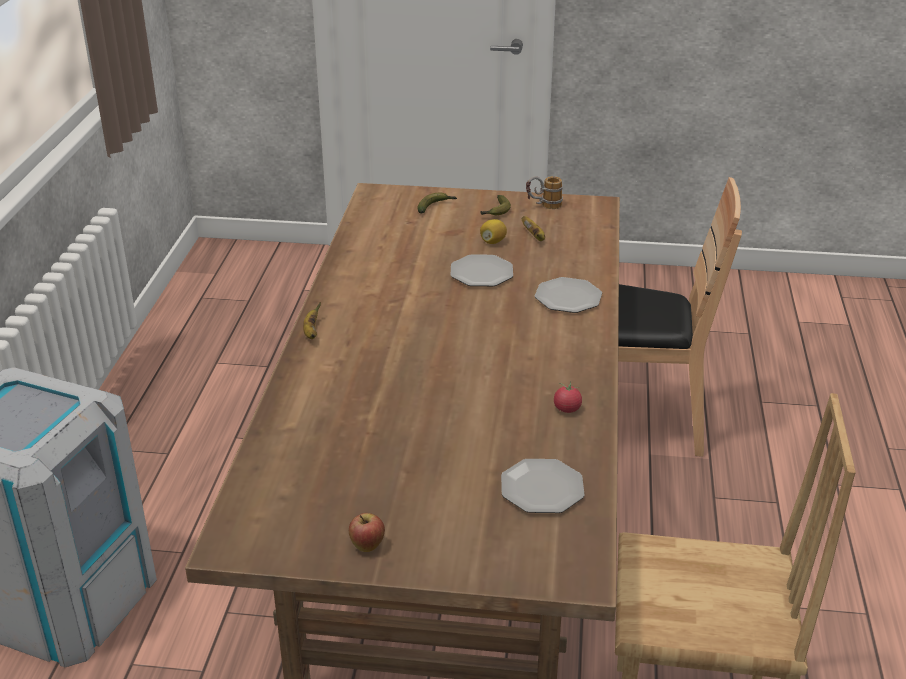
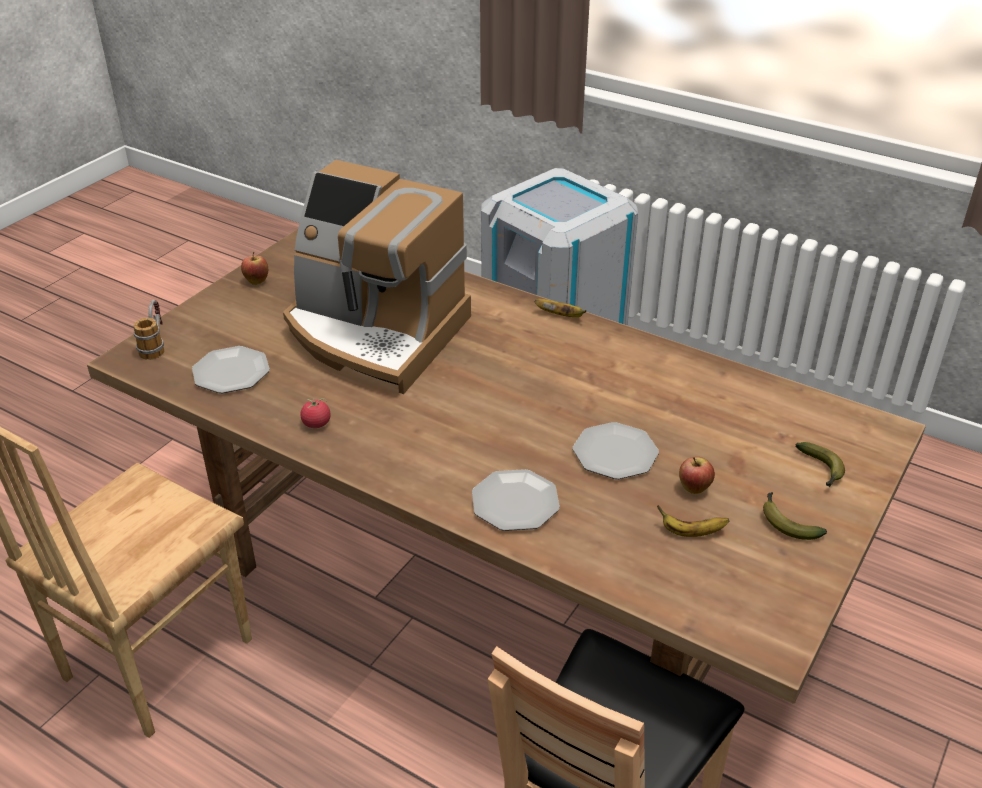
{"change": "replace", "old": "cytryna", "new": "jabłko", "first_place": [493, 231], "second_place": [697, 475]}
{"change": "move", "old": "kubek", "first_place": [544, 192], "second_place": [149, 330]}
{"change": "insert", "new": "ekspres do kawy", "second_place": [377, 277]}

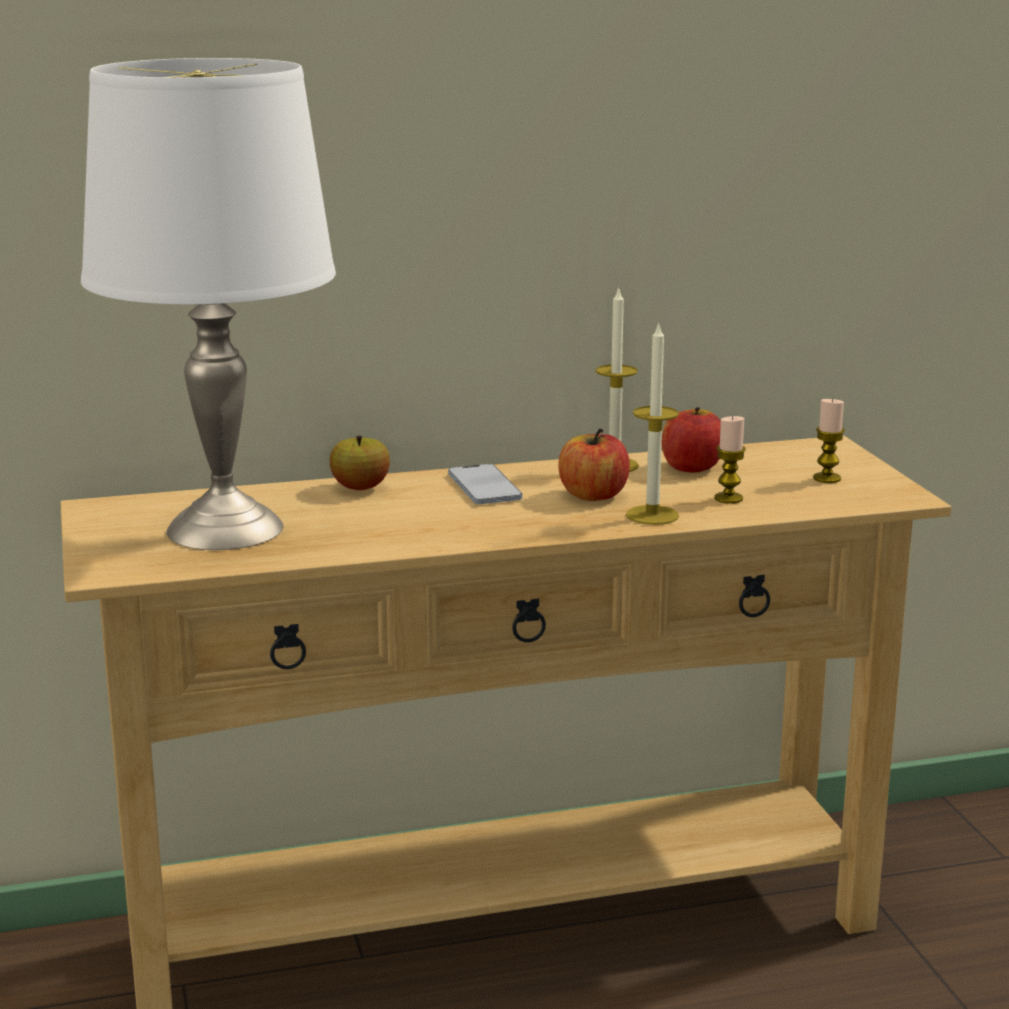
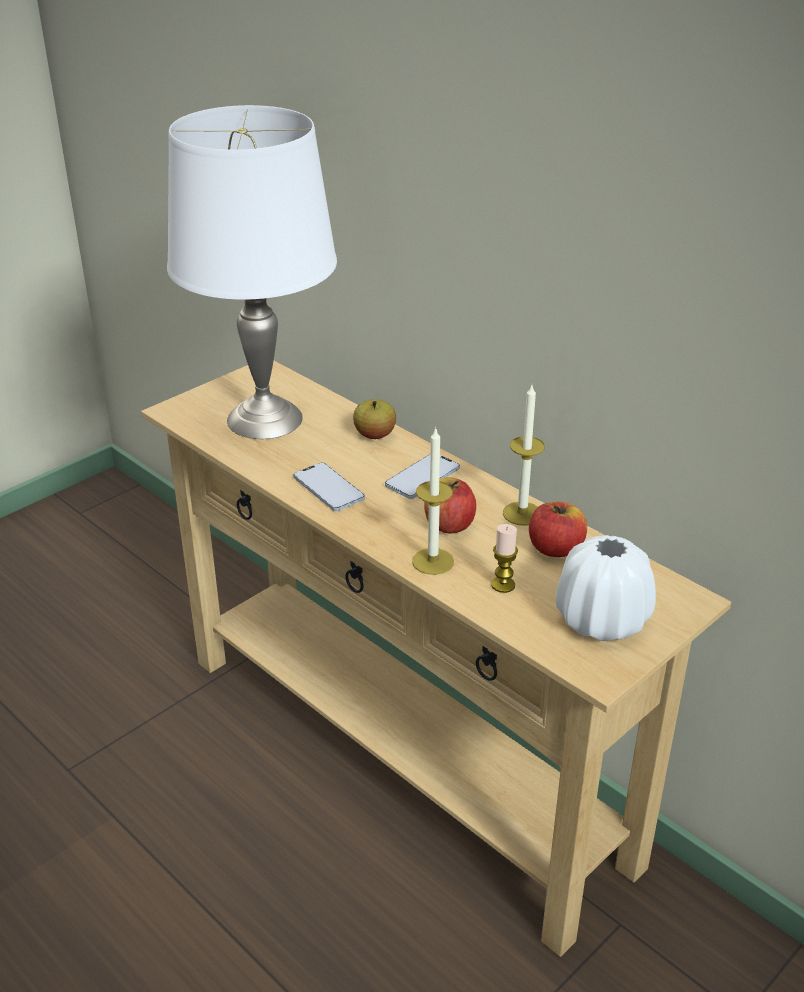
{"change": "replace", "old": "świeca", "new": "wazon/biały", "first_place": [829, 440], "second_place": [606, 588]}
{"change": "insert", "new": "telefon", "second_place": [329, 486]}

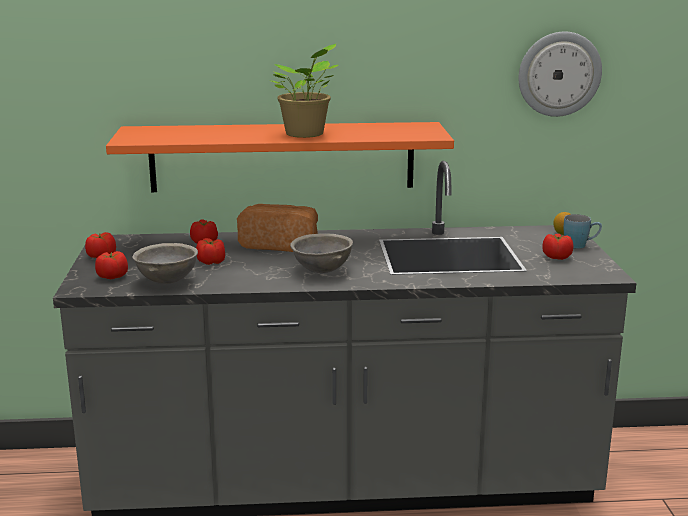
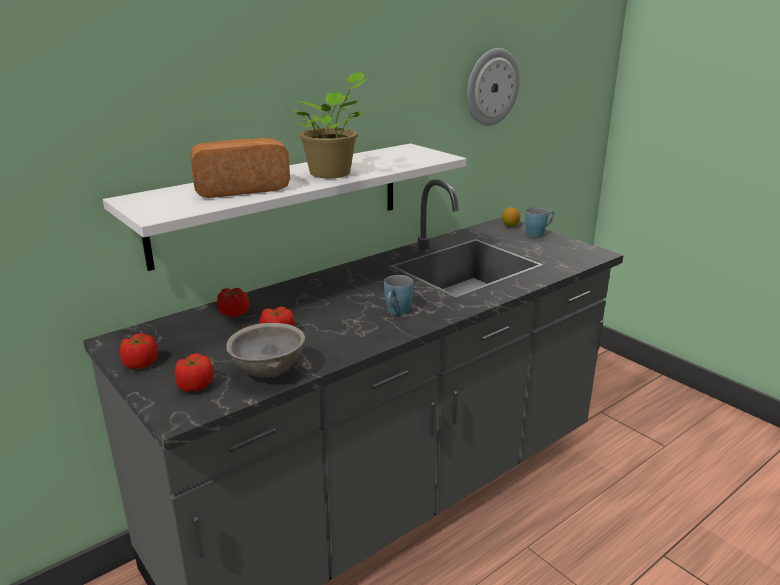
{"change": "recolor", "old": "półka/pomarańczowy", "new": "półka/biały", "first_place": [280, 157], "second_place": [285, 207]}
{"change": "move", "old": "chleb", "first_place": [277, 228], "second_place": [240, 168]}
{"change": "replace", "old": "miska/szary", "new": "kubek/niebieski", "first_place": [321, 253], "second_place": [399, 295]}
{"change": "delete", "old": "pomidor", "first_place": [557, 247]}

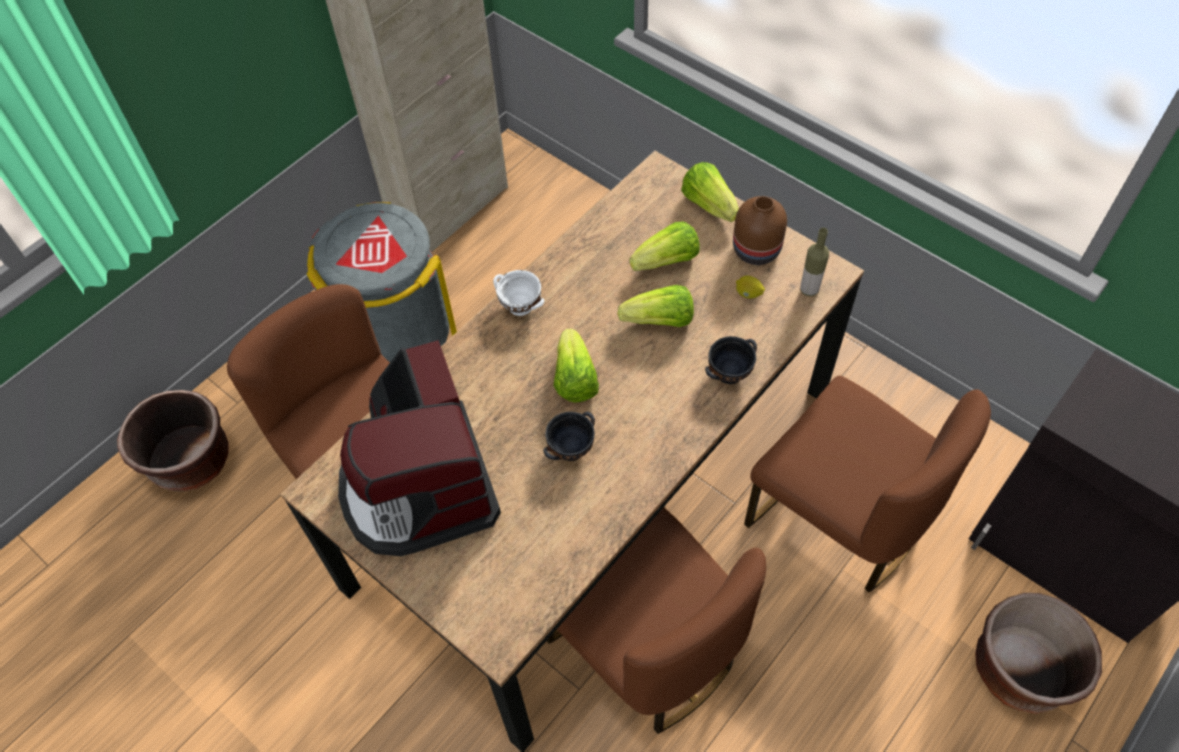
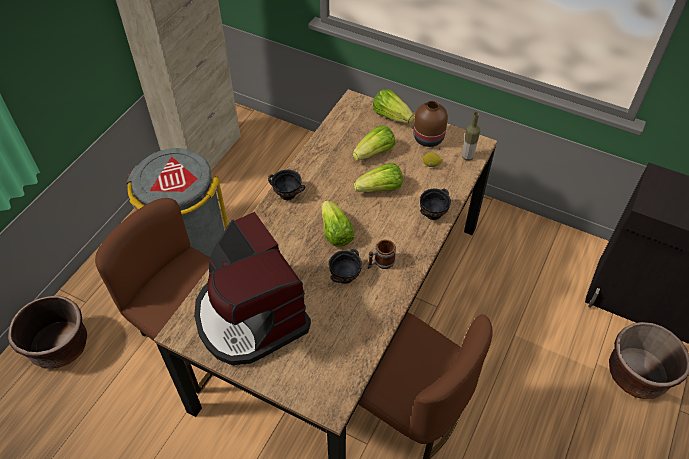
{"change": "recolor", "old": "miska/biały", "new": "miska/czarny", "first_place": [519, 293], "second_place": [286, 185]}
{"change": "delete", "old": "krzesło/brązowy", "first_place": [867, 484]}
{"change": "insert", "new": "kubek", "second_place": [382, 254]}

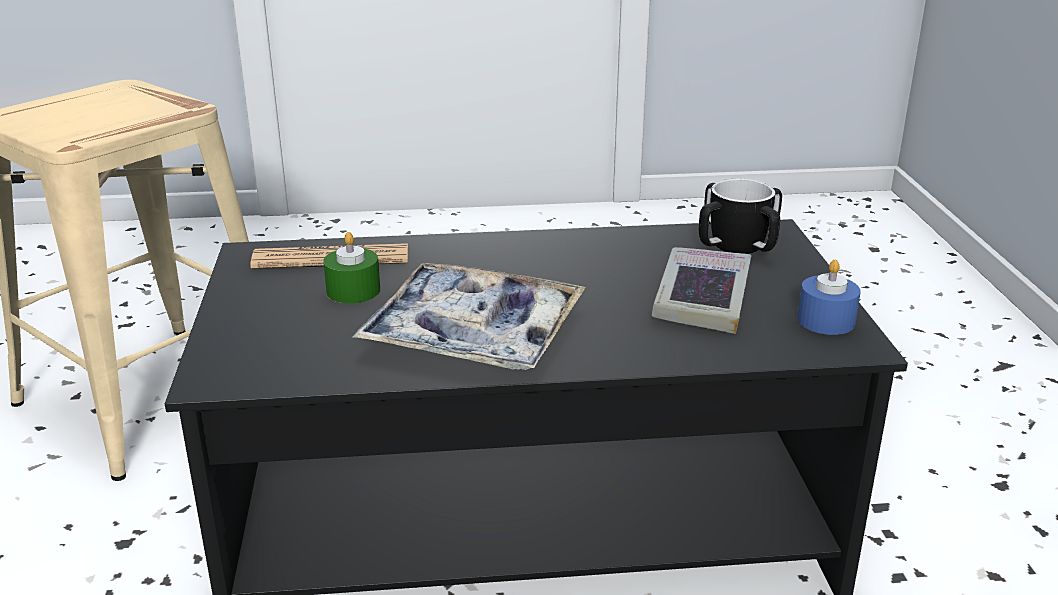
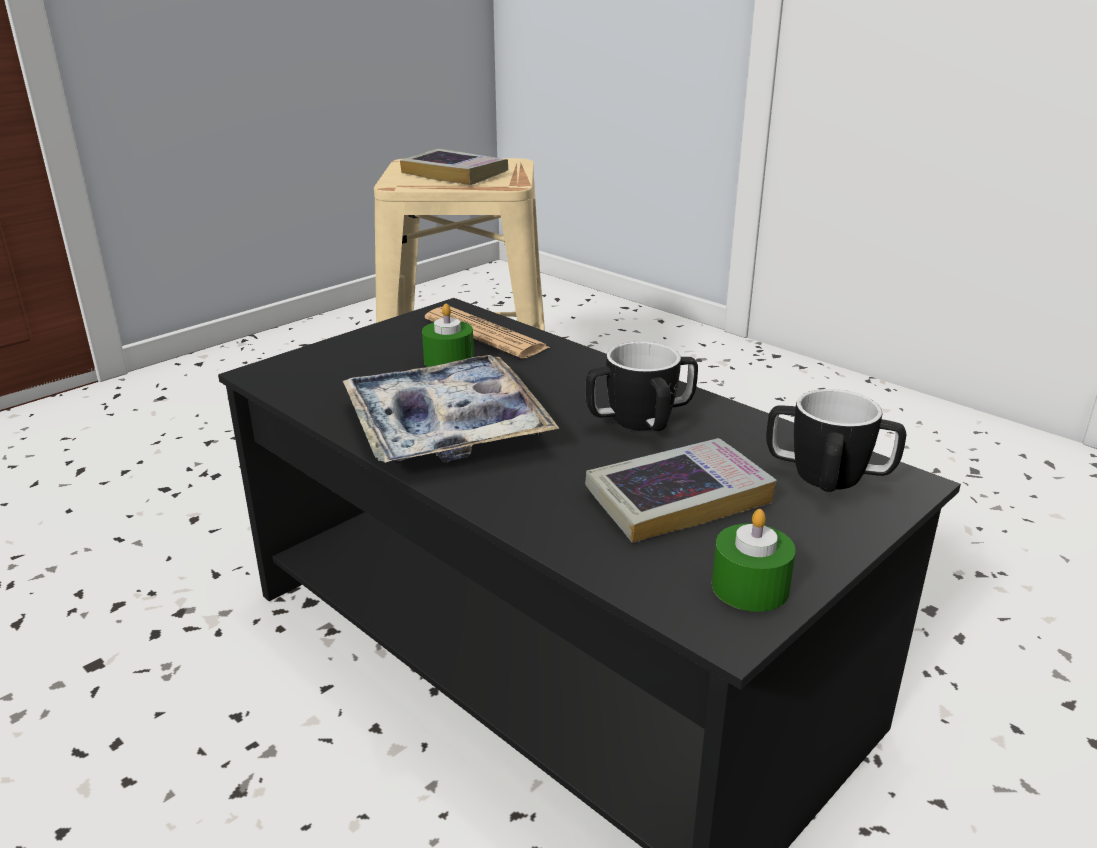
{"change": "recolor", "old": "świeca/niebieski", "new": "świeca/zielony", "first_place": [829, 297], "second_place": [754, 560]}
{"change": "insert", "new": "książka", "second_place": [454, 167]}
{"change": "insert", "new": "kubek", "second_place": [641, 386]}

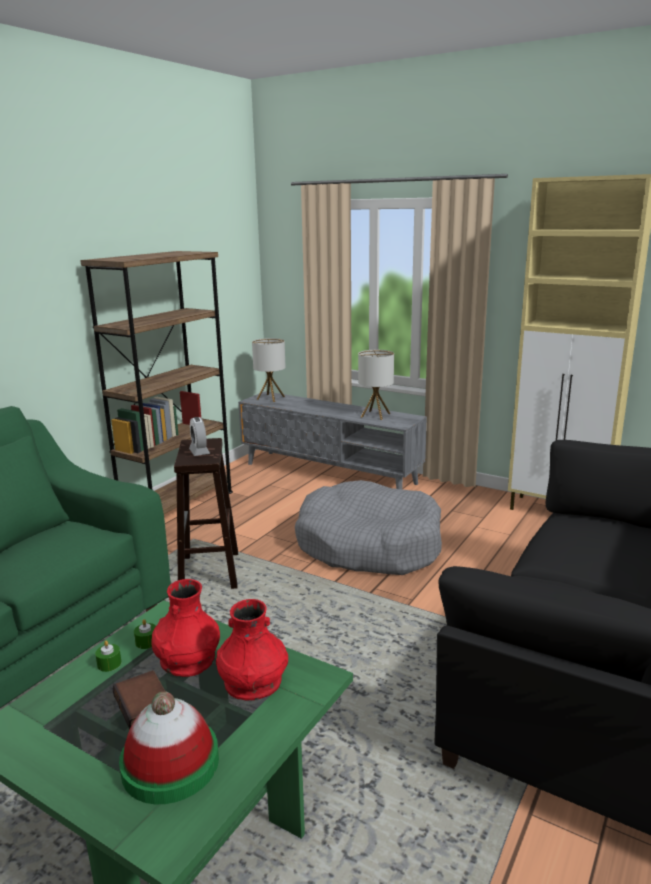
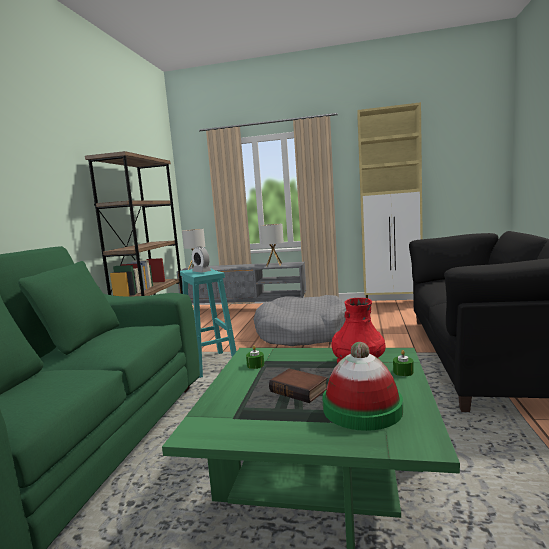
{"change": "move", "old": "świeca/zielony", "first_place": [108, 656], "second_place": [403, 363]}
{"change": "delete", "old": "wazon/czerwony", "first_place": [185, 628]}
{"change": "recolor", "old": "stołek/brązowy", "new": "stołek/turkusowy", "first_place": [206, 513], "second_place": [208, 323]}

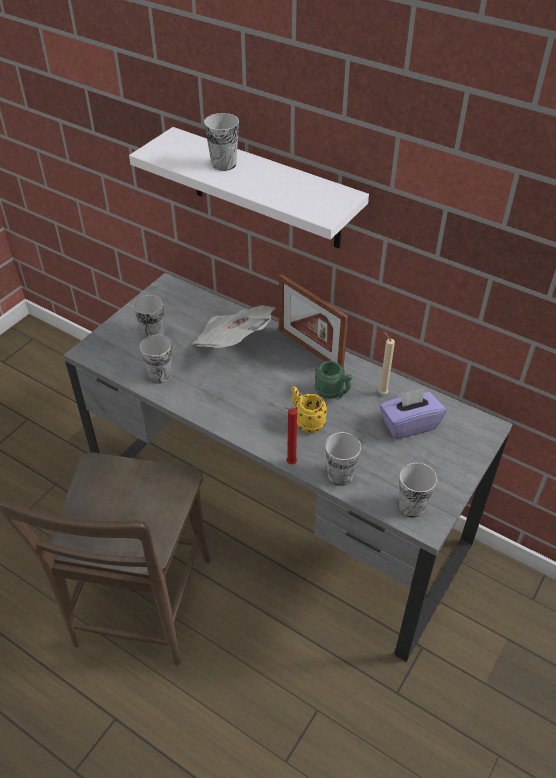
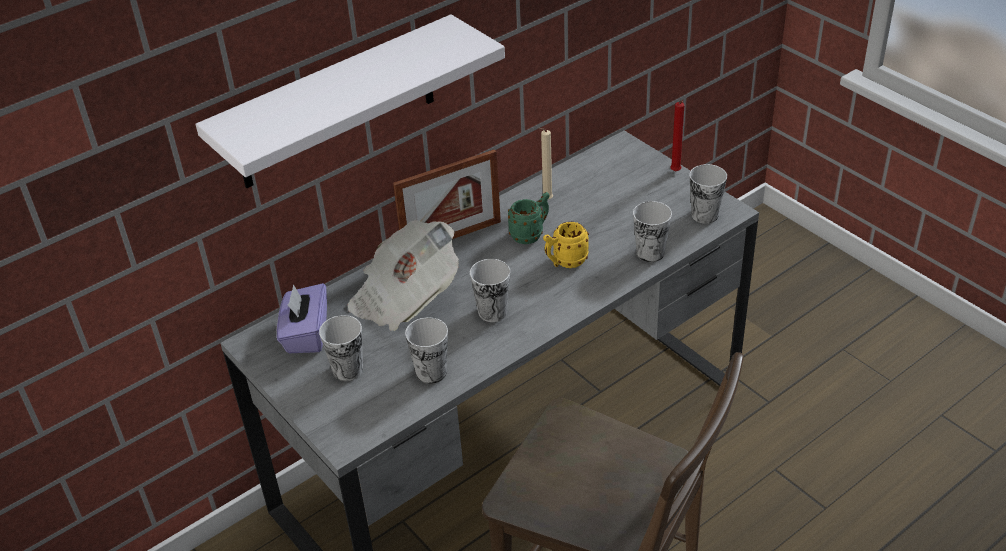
{"change": "move", "old": "filiżanka", "first_place": [221, 142], "second_place": [490, 290]}
{"change": "move", "old": "świeca/czerwony", "first_place": [290, 435], "second_place": [677, 136]}
{"change": "move", "old": "pudełko chusteczek/fioletowy", "first_place": [413, 413], "second_place": [302, 318]}

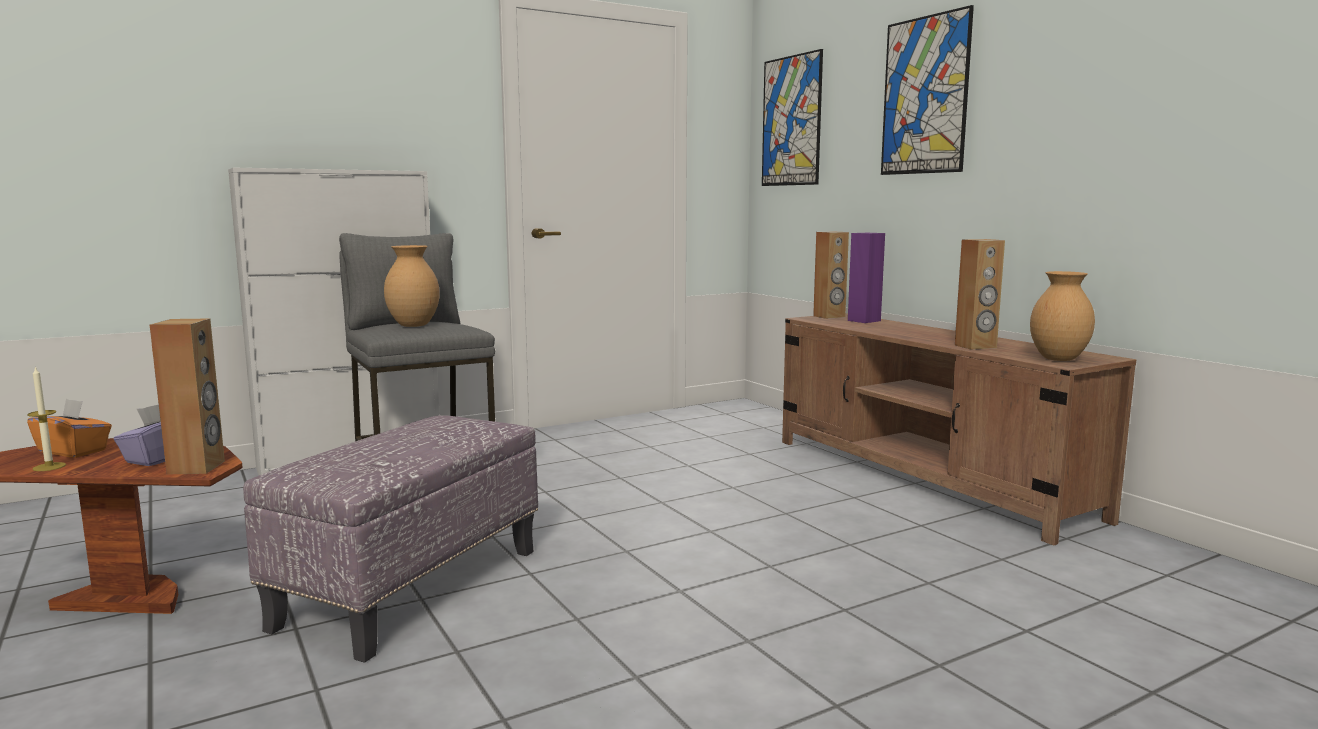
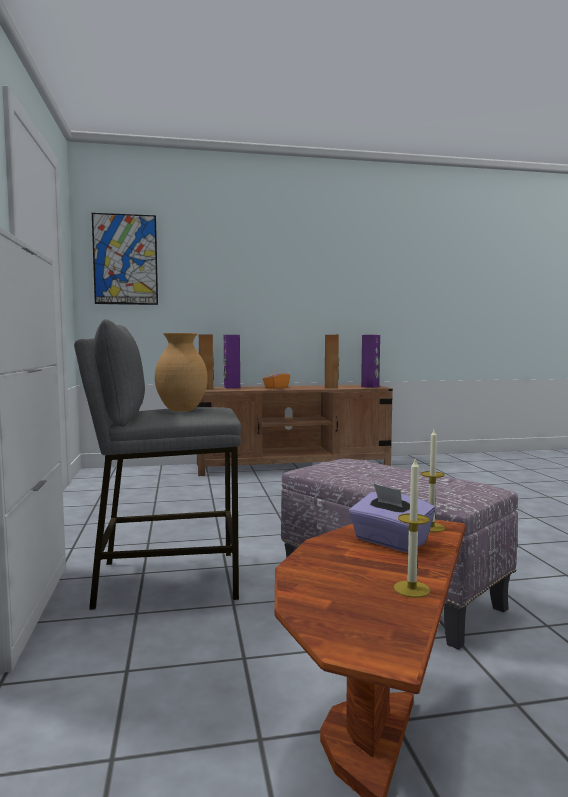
{"change": "move", "old": "pudełko chusteczek/pomarańczowy", "first_place": [69, 428], "second_place": [276, 378]}
{"change": "replace", "old": "głośnik/brązowy", "new": "świeca", "first_place": [187, 396], "second_place": [433, 480]}
{"change": "delete", "old": "obraz", "first_place": [927, 90]}
{"change": "replace", "old": "wazon/brązowy", "new": "głośnik/fioletowy", "first_place": [1062, 316], "second_place": [370, 361]}

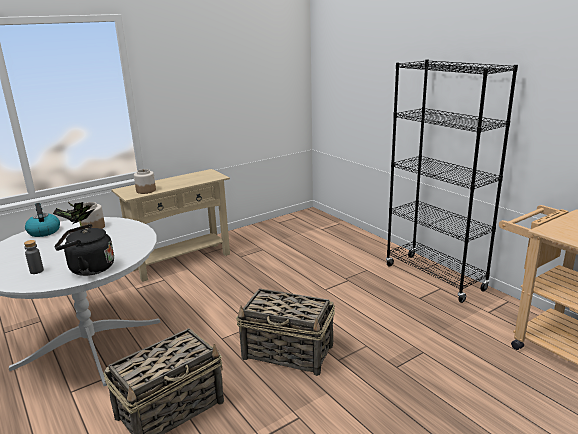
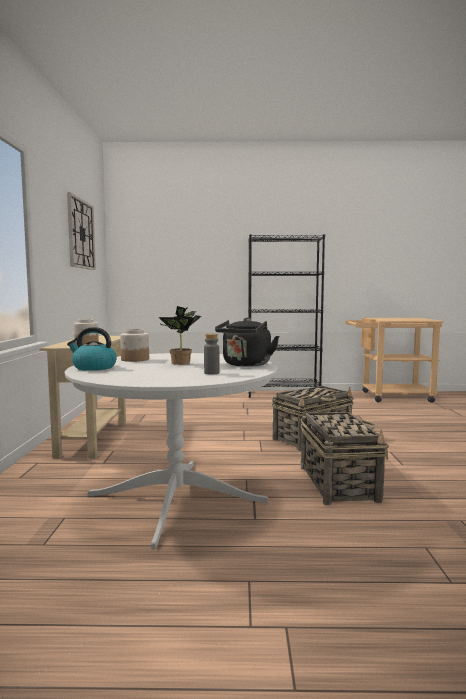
{"change": "insert", "new": "zegar ścienny", "second_place": [81, 231]}

